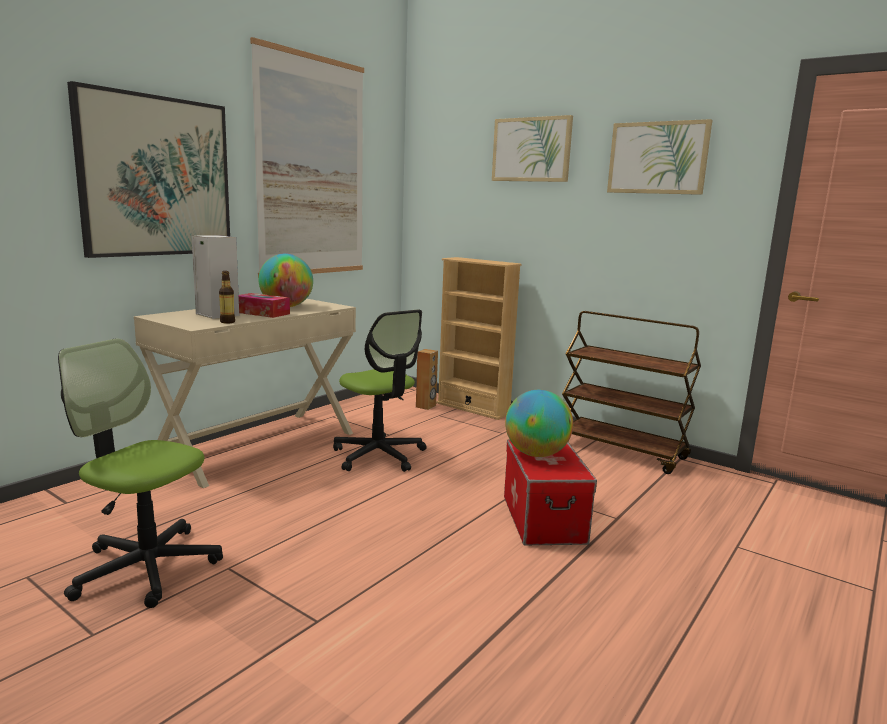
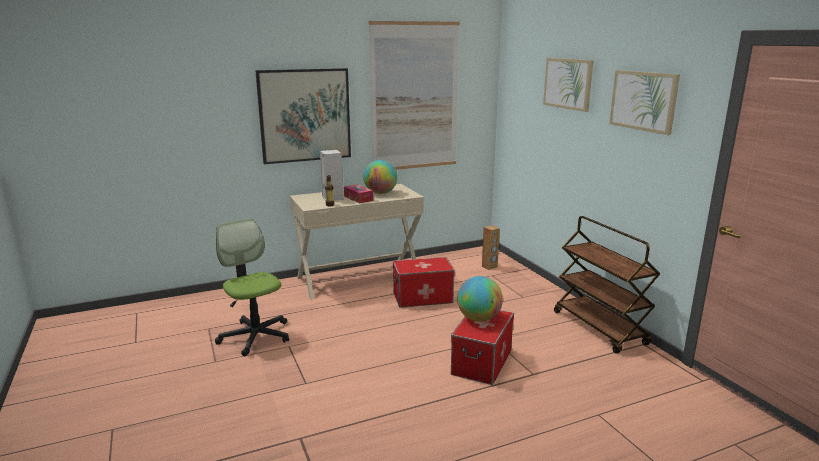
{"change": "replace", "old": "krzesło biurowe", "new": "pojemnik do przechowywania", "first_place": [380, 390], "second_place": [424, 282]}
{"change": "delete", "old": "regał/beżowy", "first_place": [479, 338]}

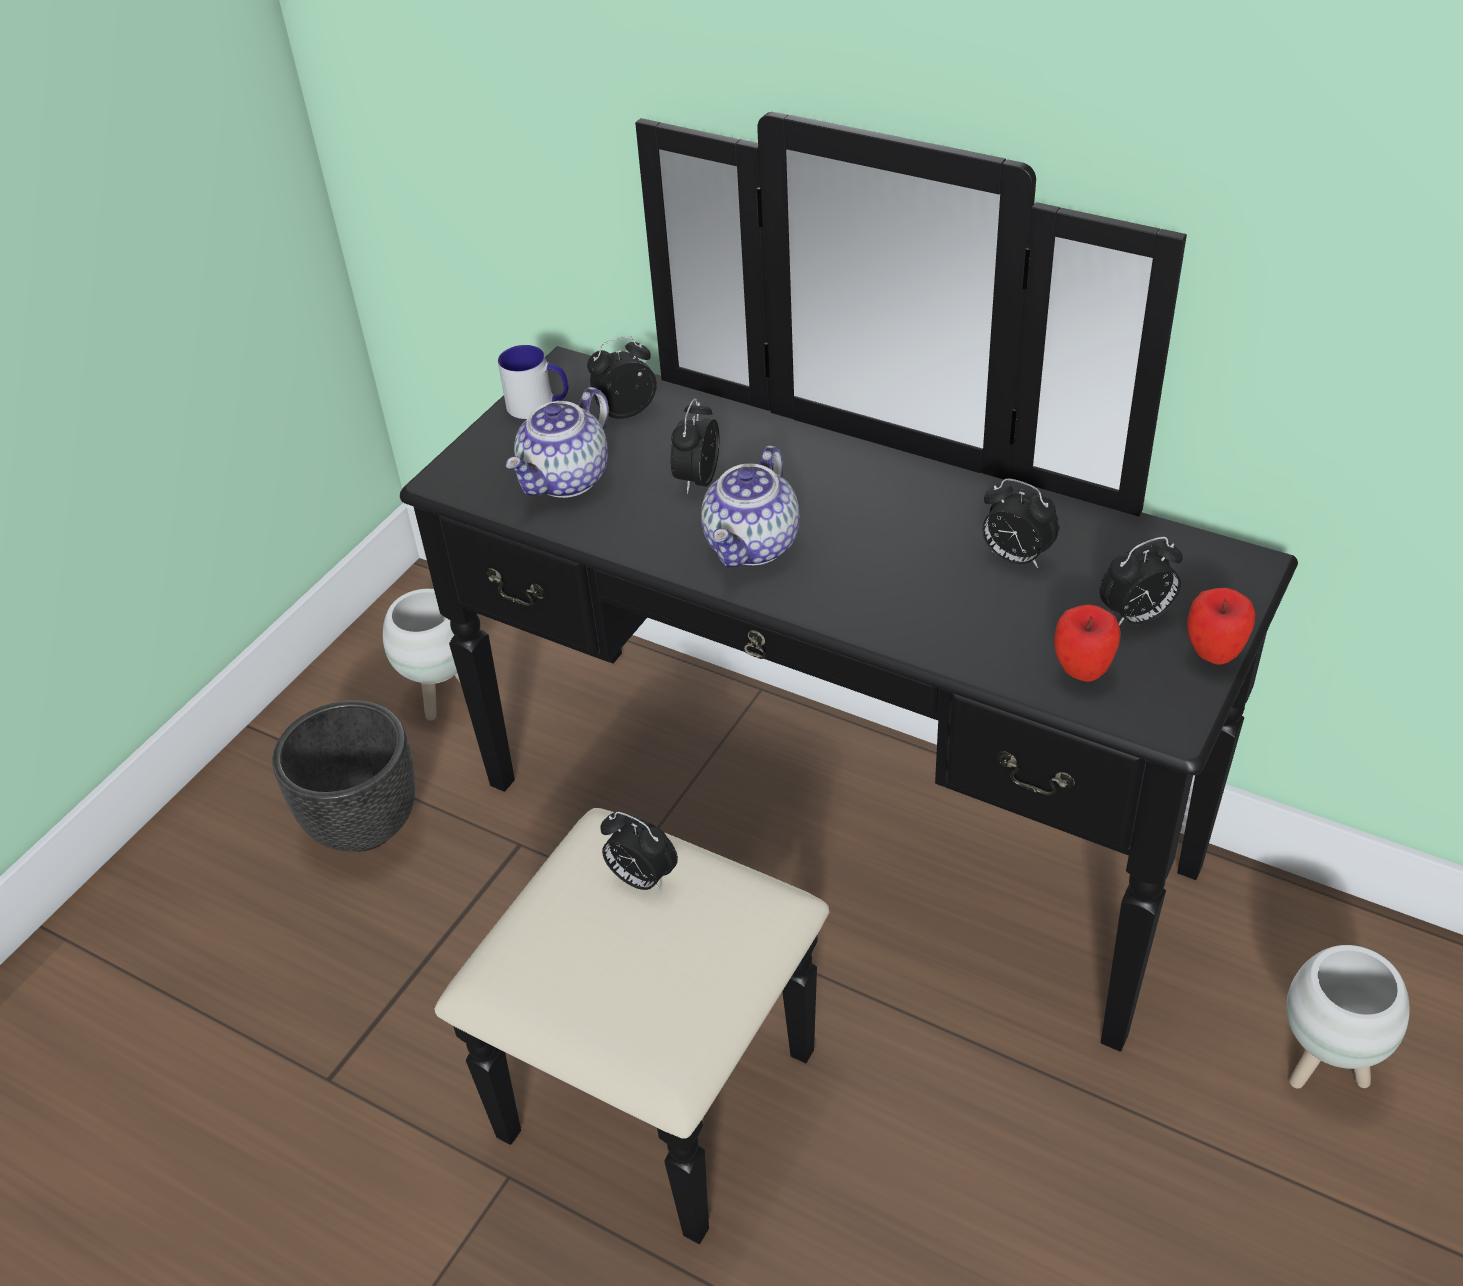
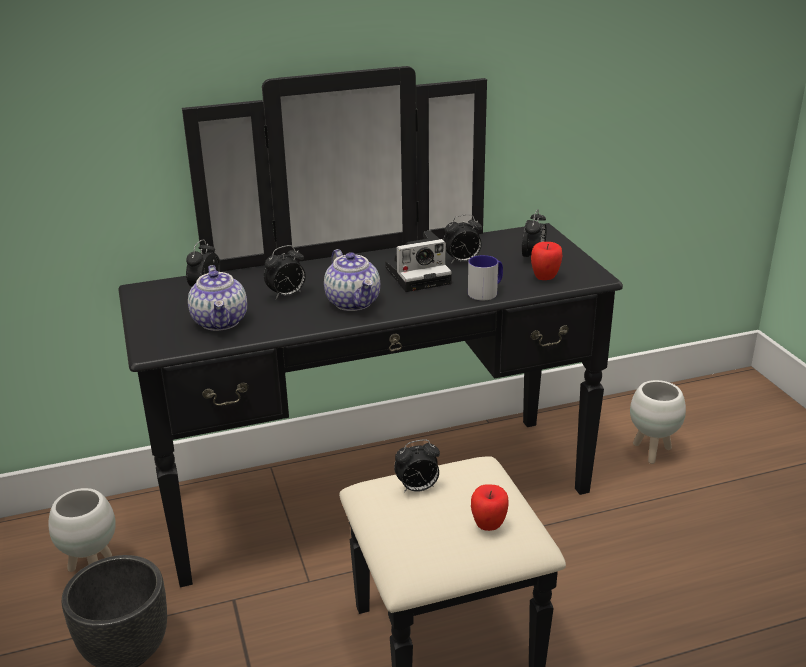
{"change": "move", "old": "kubek", "first_place": [533, 382], "second_place": [485, 278]}
{"change": "rotate", "old": "budzik", "first_place": [695, 446], "second_place": [285, 272], "degrees": -90}
{"change": "move", "old": "jabłko", "first_place": [1221, 626], "second_place": [489, 507]}
{"change": "insert", "new": "aparat fotograficzny", "second_place": [418, 261]}

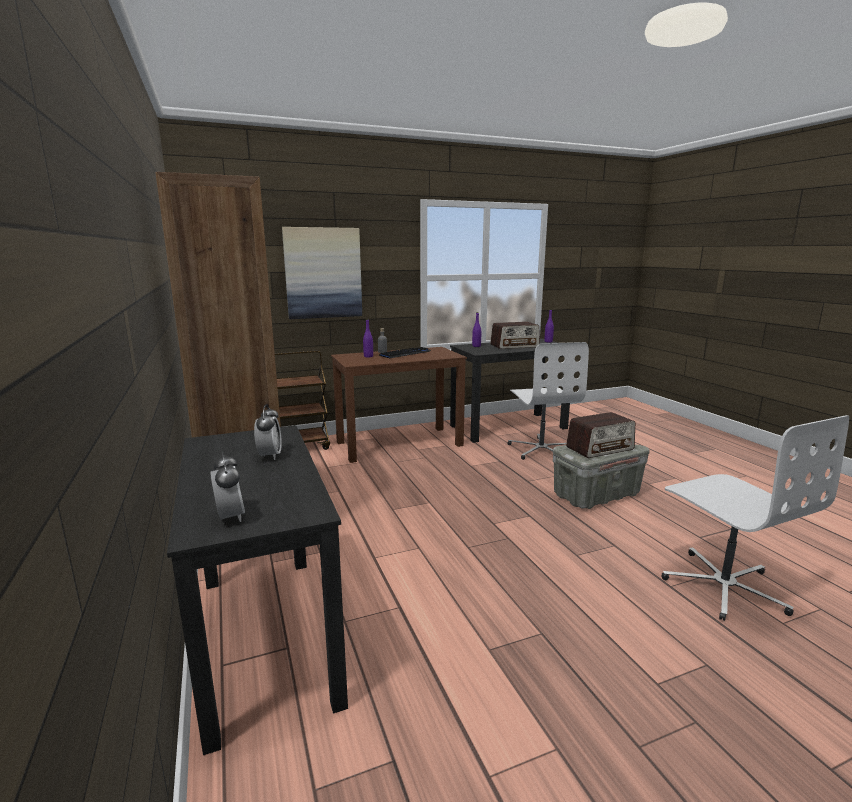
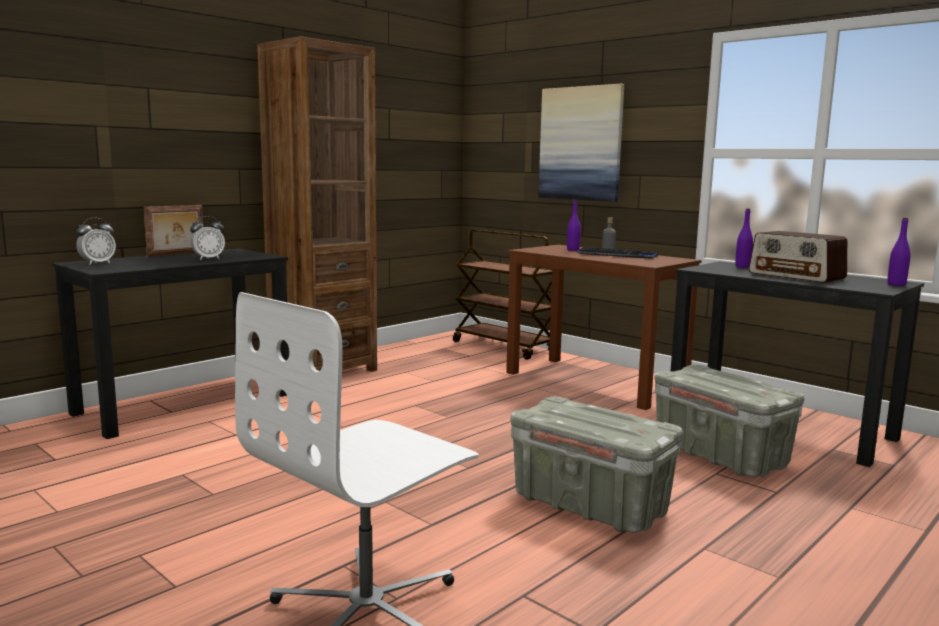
{"change": "replace", "old": "krzesło biurowe/biały", "new": "pojemnik do przechowywania/szary", "first_place": [548, 401], "second_place": [729, 421]}
{"change": "delete", "old": "radio", "first_place": [600, 435]}
{"change": "insert", "new": "ramka na zdjęcie", "second_place": [173, 231]}

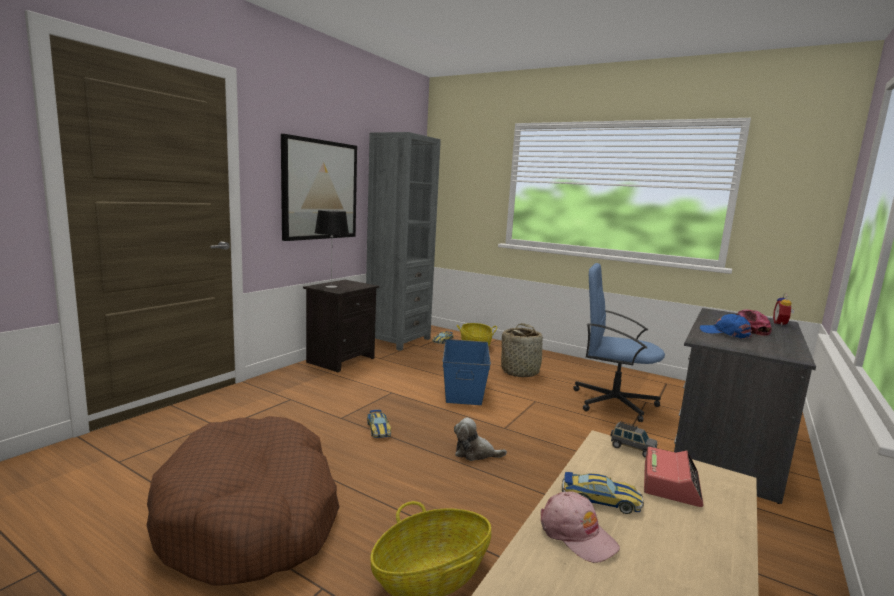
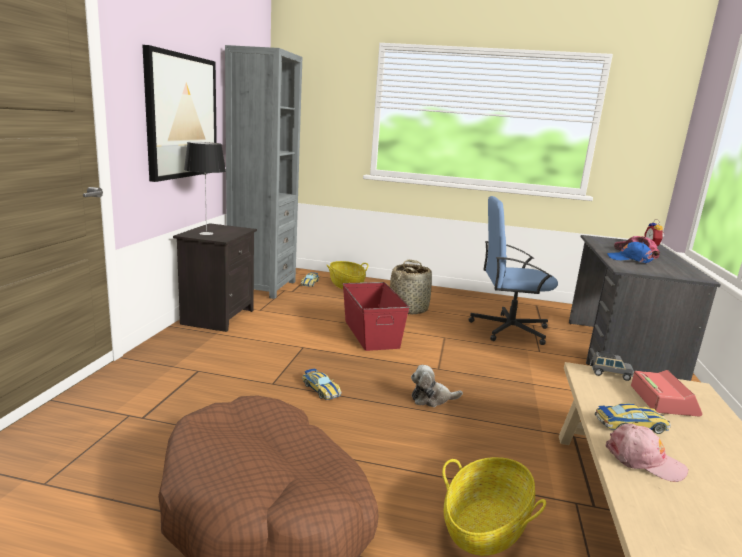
{"change": "recolor", "old": "pojemnik do przechowywania/niebieski", "new": "pojemnik do przechowywania/czerwony", "first_place": [466, 372], "second_place": [376, 316]}

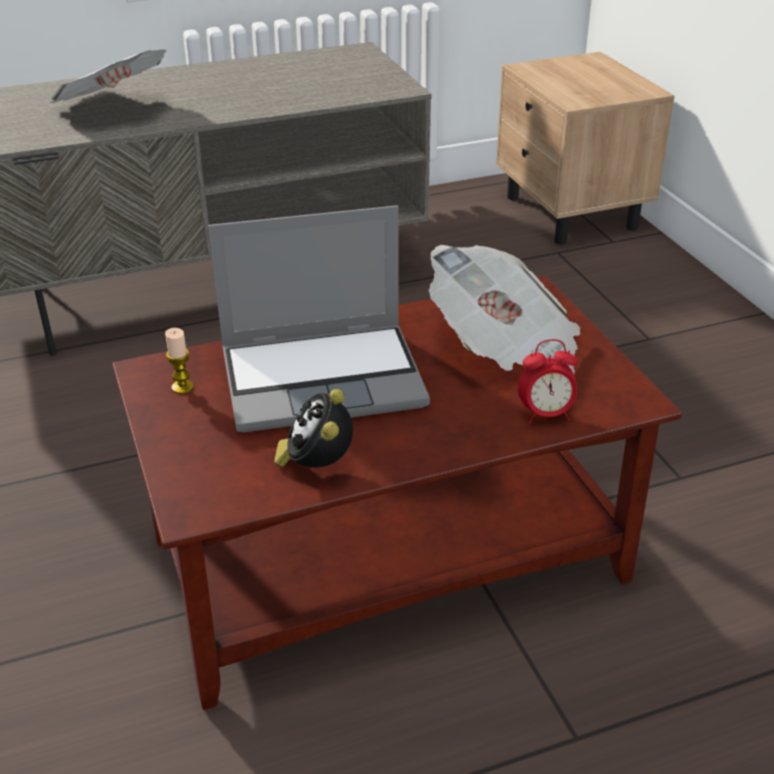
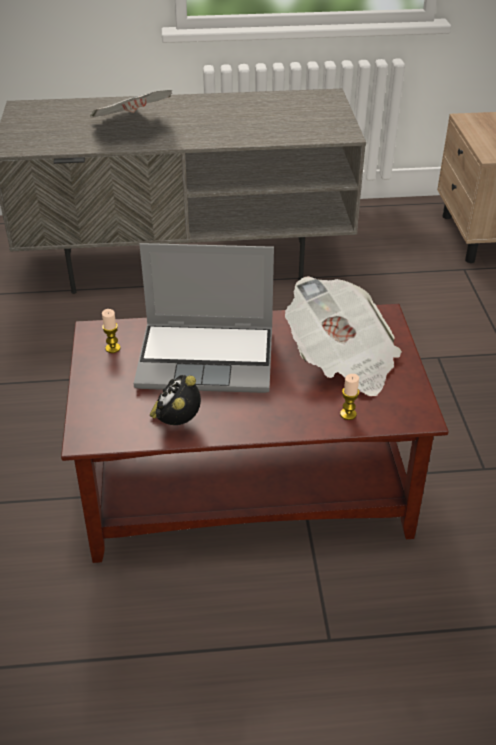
{"change": "replace", "old": "budzik", "new": "świeca", "first_place": [547, 381], "second_place": [349, 397]}

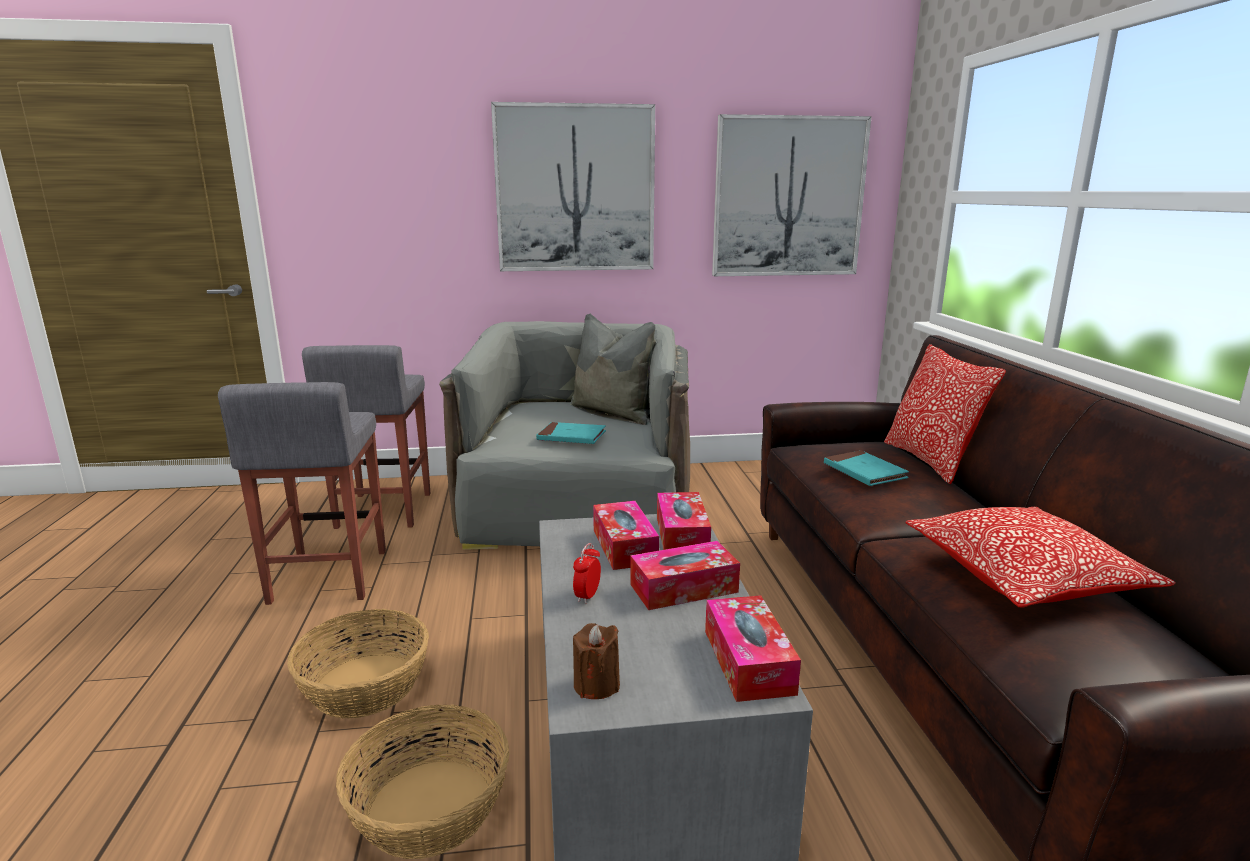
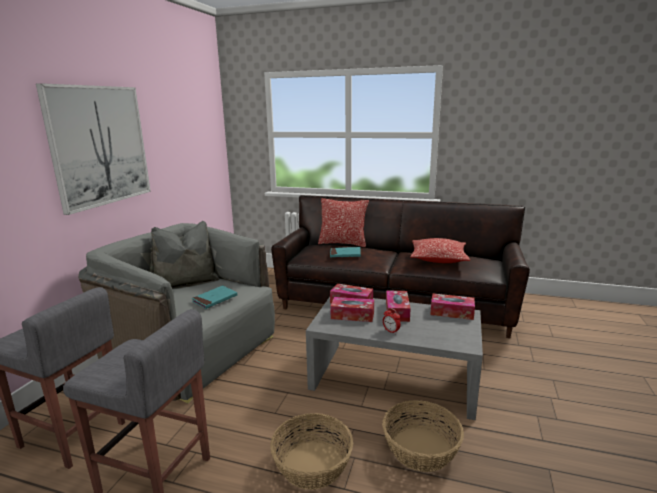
{"change": "delete", "old": "świeca/brązowy", "first_place": [596, 661]}
{"change": "delete", "old": "obraz", "first_place": [792, 195]}

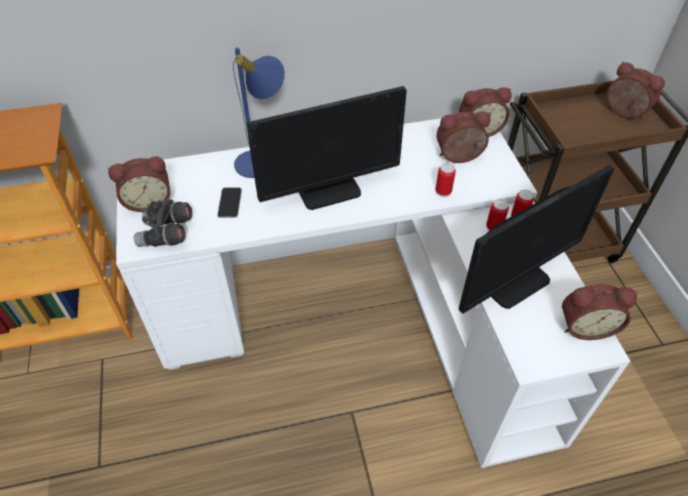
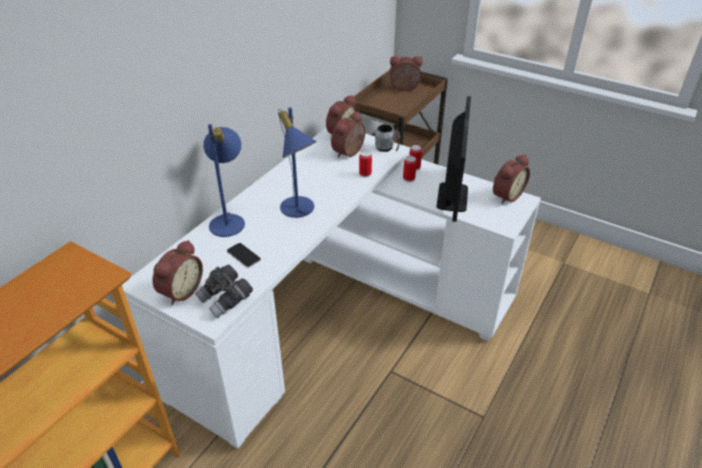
{"change": "replace", "old": "monitor", "new": "lampa stołowa/niebieski", "first_place": [326, 148], "second_place": [297, 162]}
{"change": "insert", "new": "kubek/szary", "second_place": [387, 138]}

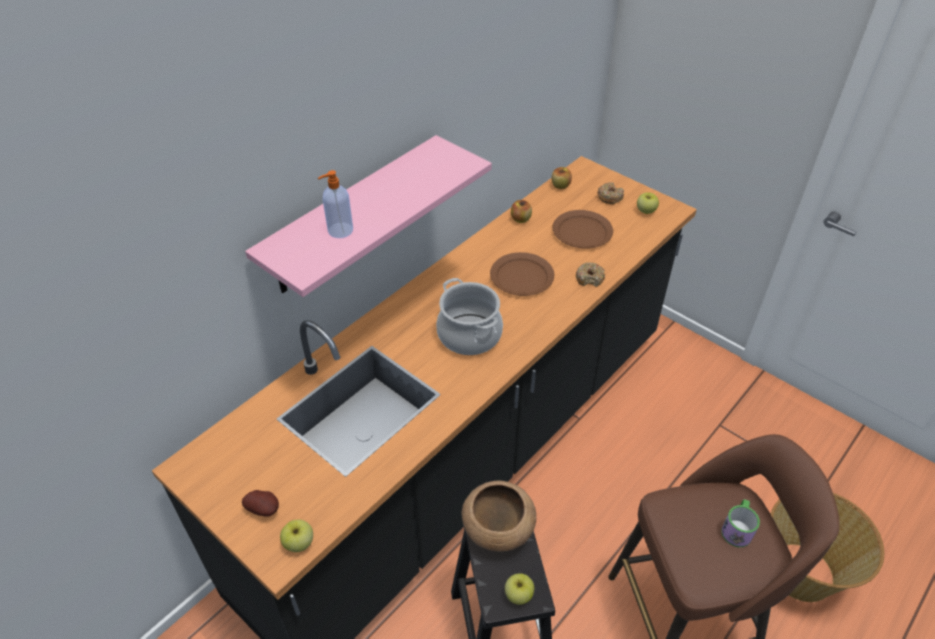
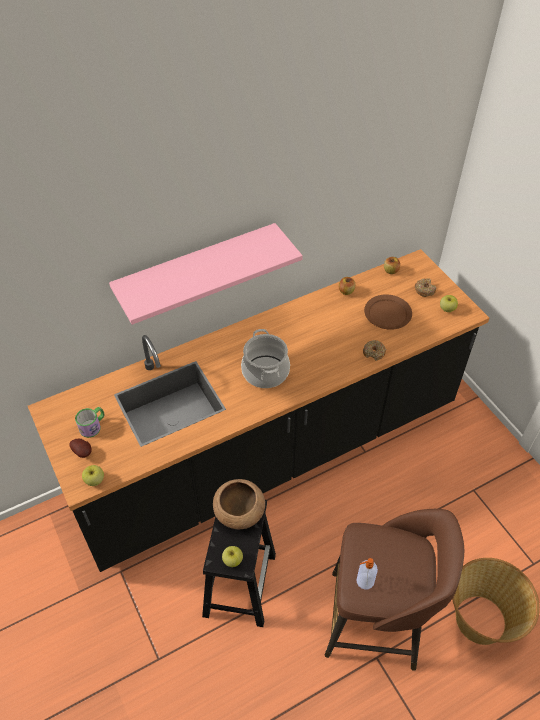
{"change": "move", "old": "dozownik mydła", "first_place": [335, 204], "second_place": [367, 574]}
{"change": "delete", "old": "talerz/brązowy", "first_place": [522, 274]}
{"change": "move", "old": "kubek", "first_place": [740, 523], "second_place": [89, 422]}

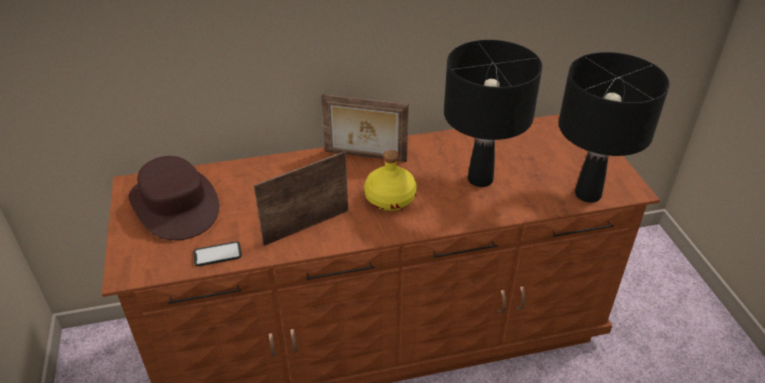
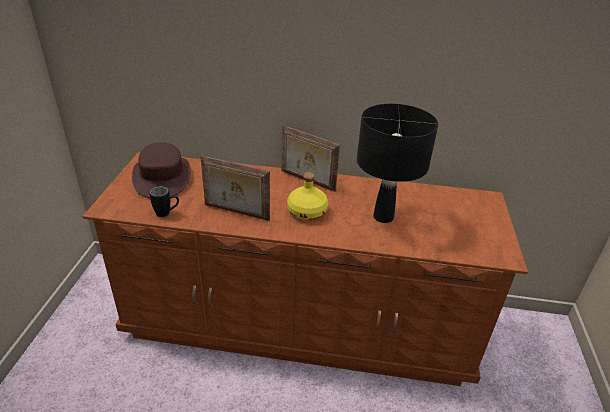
{"change": "replace", "old": "telefon", "new": "kubek/czarny", "first_place": [217, 253], "second_place": [164, 201]}
{"change": "rotate", "old": "ramka na zdjęcie", "first_place": [301, 198], "second_place": [235, 188], "degrees": -150}
{"change": "delete", "old": "lampa stołowa/czarny", "first_place": [614, 127]}

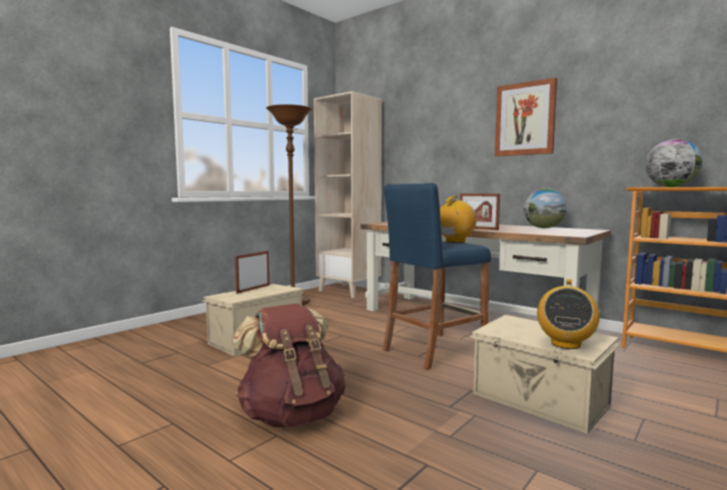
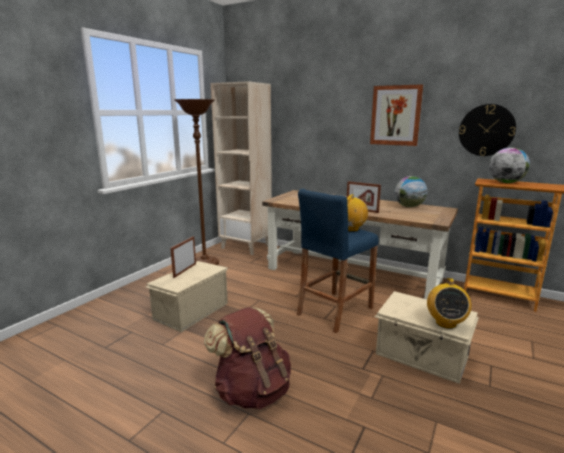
{"change": "insert", "new": "zegar ścienny", "second_place": [487, 130]}

